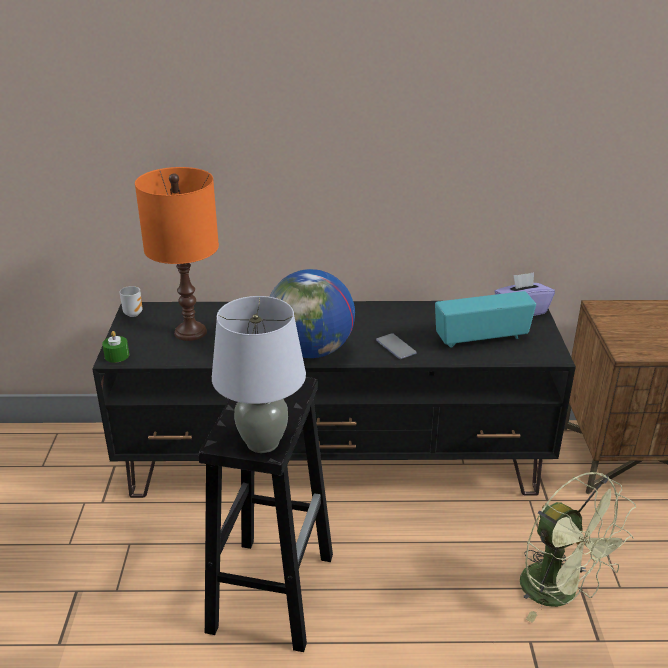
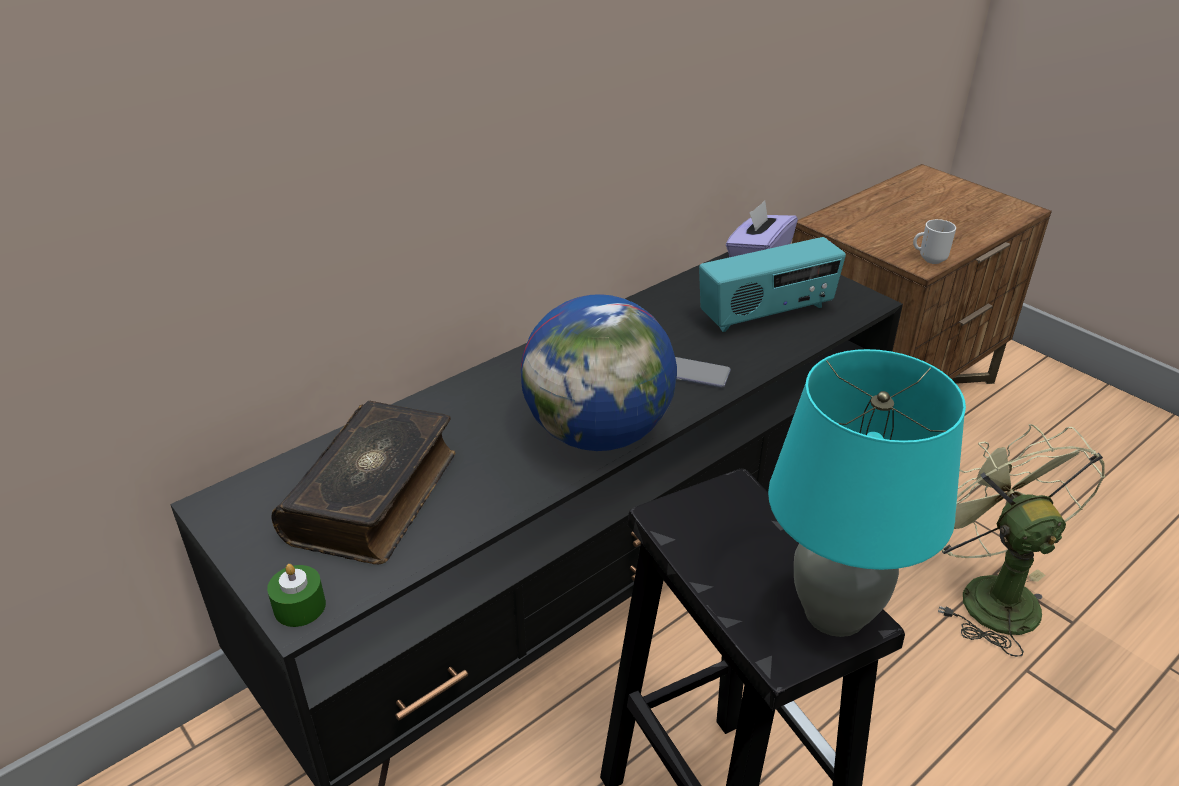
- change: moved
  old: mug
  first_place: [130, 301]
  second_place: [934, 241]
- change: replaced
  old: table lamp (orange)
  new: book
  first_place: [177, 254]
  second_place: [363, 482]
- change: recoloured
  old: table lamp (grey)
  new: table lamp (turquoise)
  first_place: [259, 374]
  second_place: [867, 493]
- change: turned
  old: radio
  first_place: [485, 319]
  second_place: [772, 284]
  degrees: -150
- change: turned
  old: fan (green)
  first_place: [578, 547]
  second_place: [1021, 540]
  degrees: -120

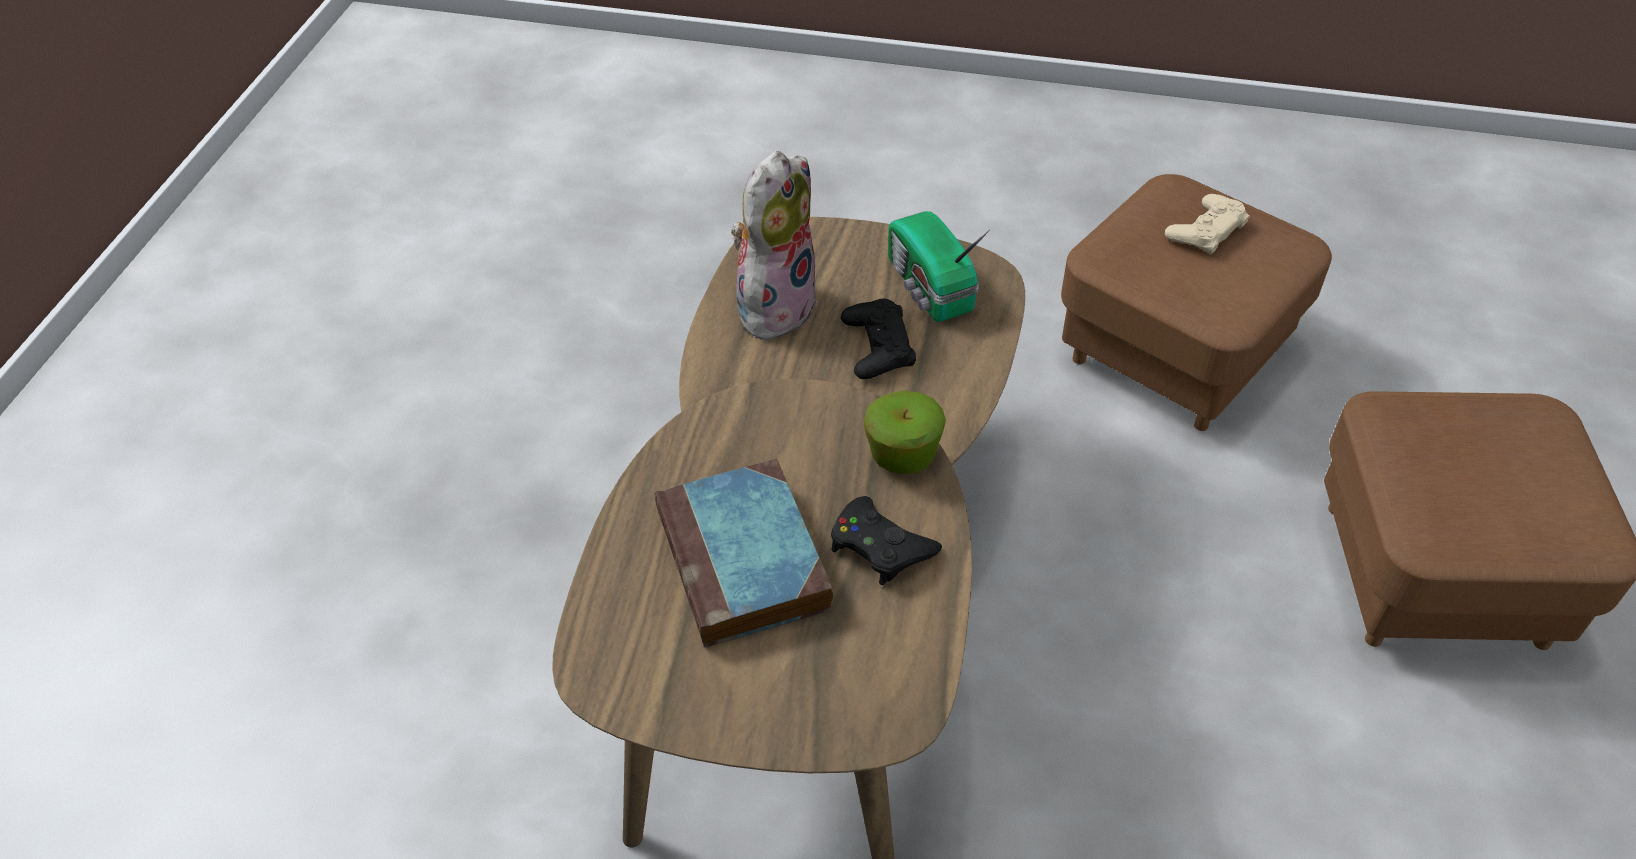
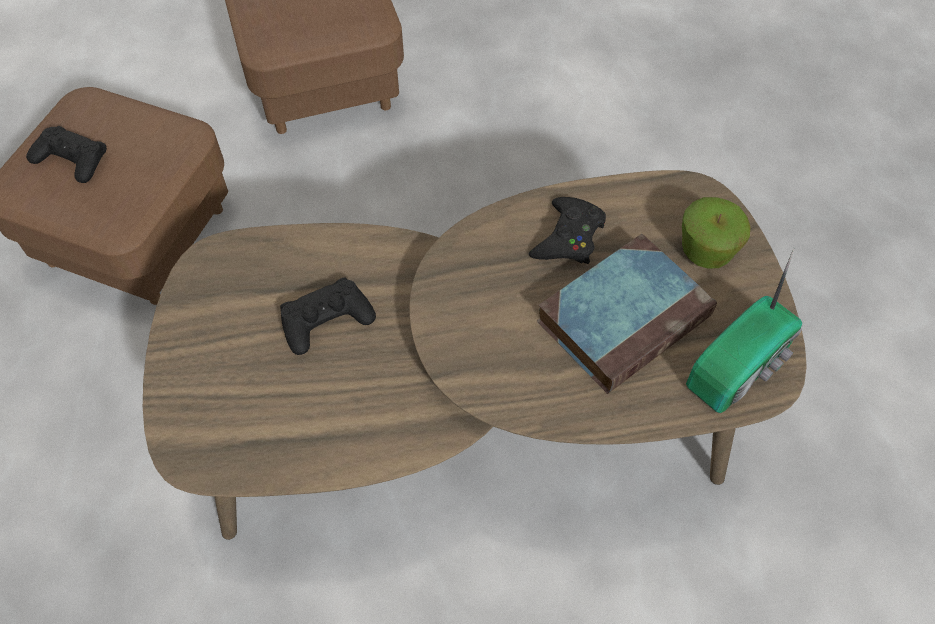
- change: removed
  old: plush toy
  first_place: [775, 246]
- change: moved
  old: apple
  first_place: [905, 432]
  second_place: [716, 233]
- change: moved
  old: radio
  first_place: [939, 266]
  second_place: [744, 330]
- change: recoloured
  old: game controller (beige)
  new: game controller (black)
  first_place: [1207, 224]
  second_place: [66, 154]

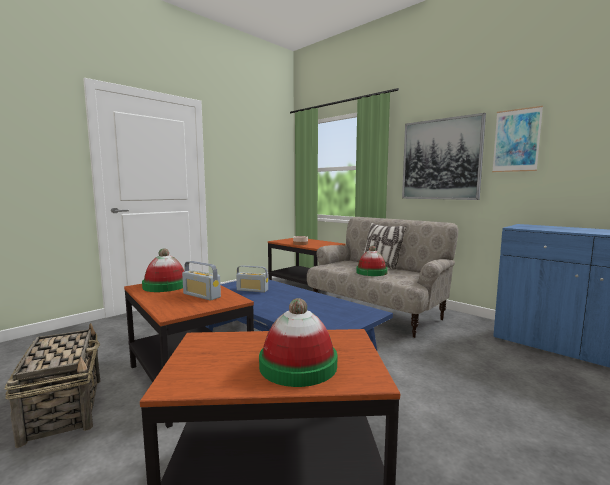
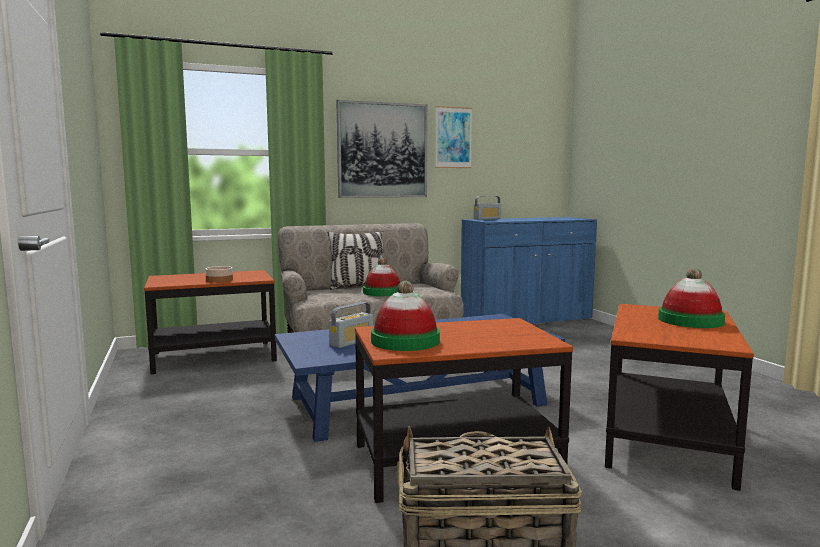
- change: moved
  old: radio
  first_place: [201, 281]
  second_place: [487, 208]

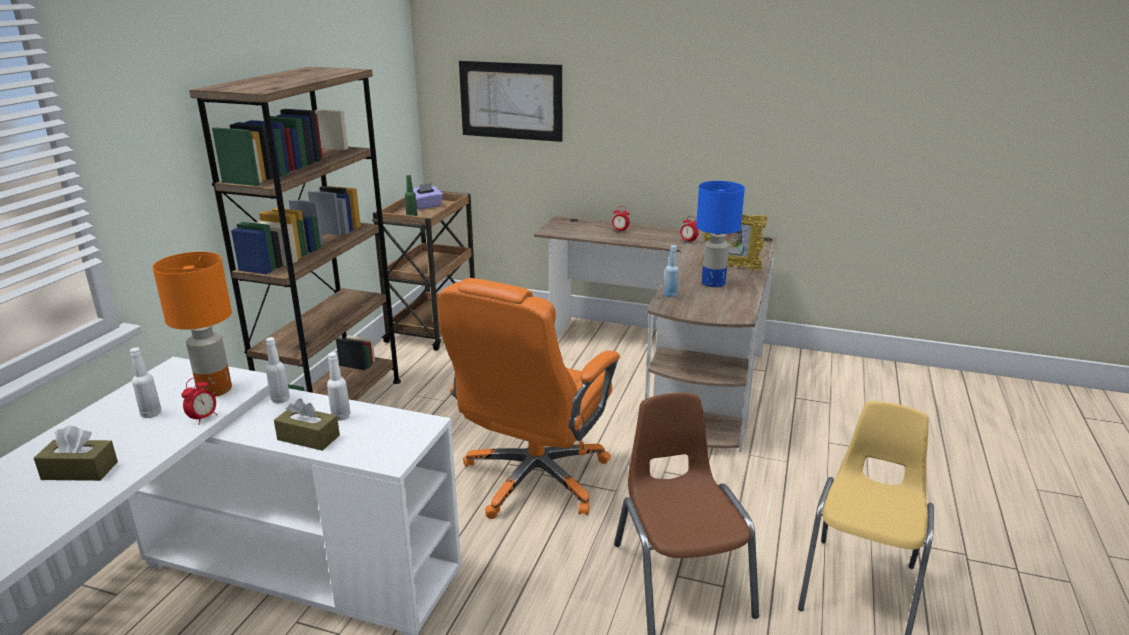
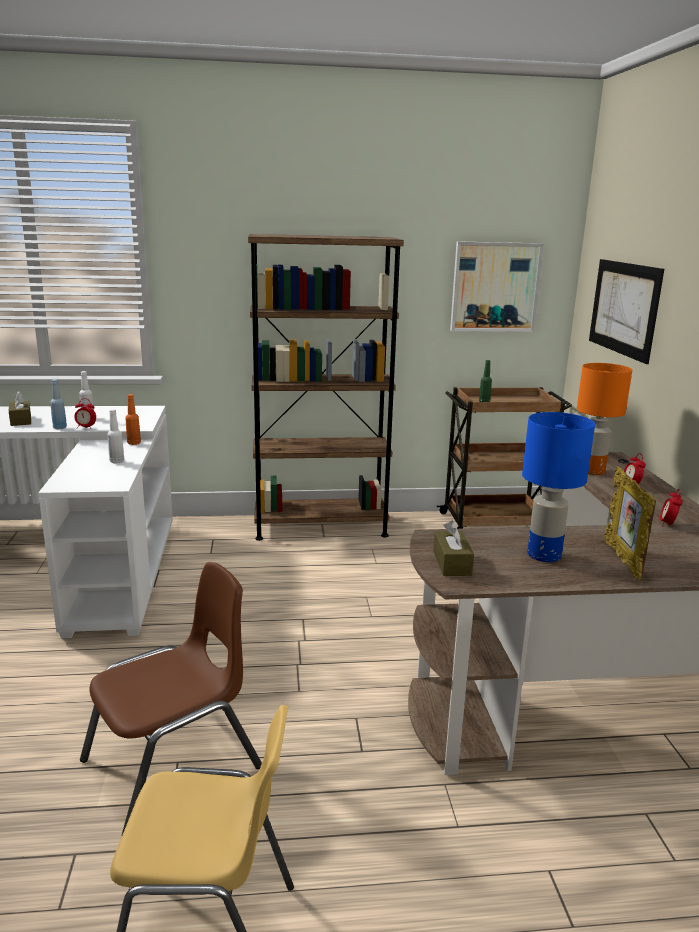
- change: removed
  old: tissue box (purple)
  first_place: [428, 196]
- change: removed
  old: office chair (orange)
  first_place: [529, 398]
- change: added
  new: picture
  second_place: [497, 286]
- change: moved
  old: table lamp (orange)
  first_place: [192, 324]
  second_place: [604, 419]
- change: moved
  old: tissue box (brown)
  first_place: [307, 424]
  second_place: [453, 548]
- change: moved
  old: bottle (blue)
  first_place: [671, 271]
  second_place: [58, 404]
- change: recoloured
  old: bottle (white)
  new: bottle (orange)
  first_place: [278, 370]
  second_place: [133, 419]

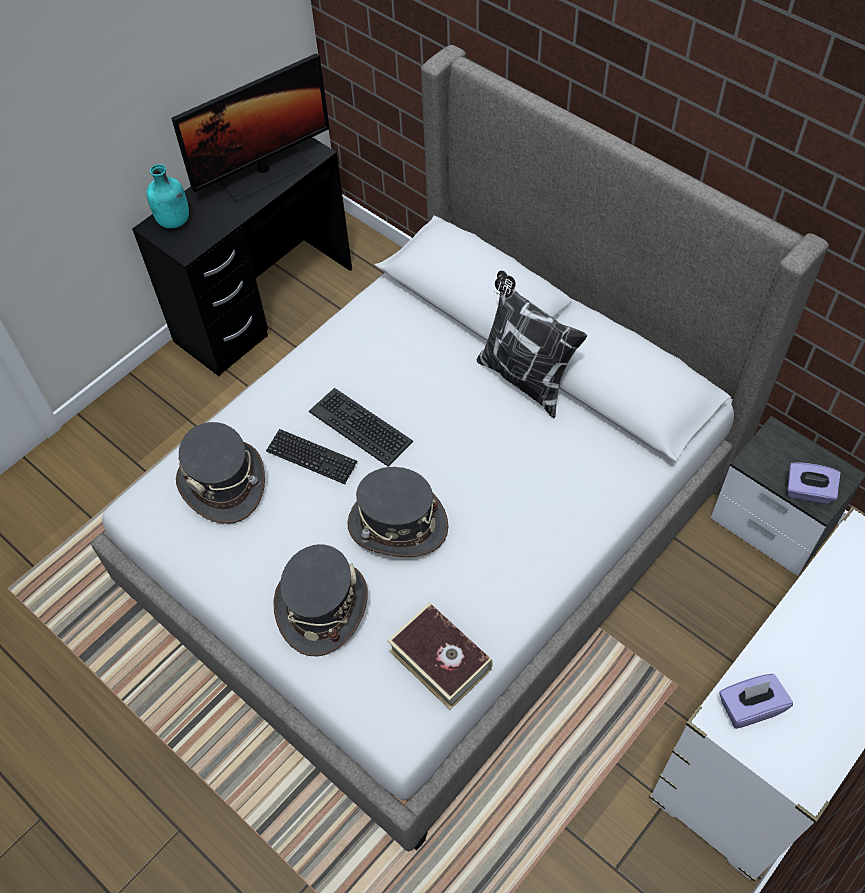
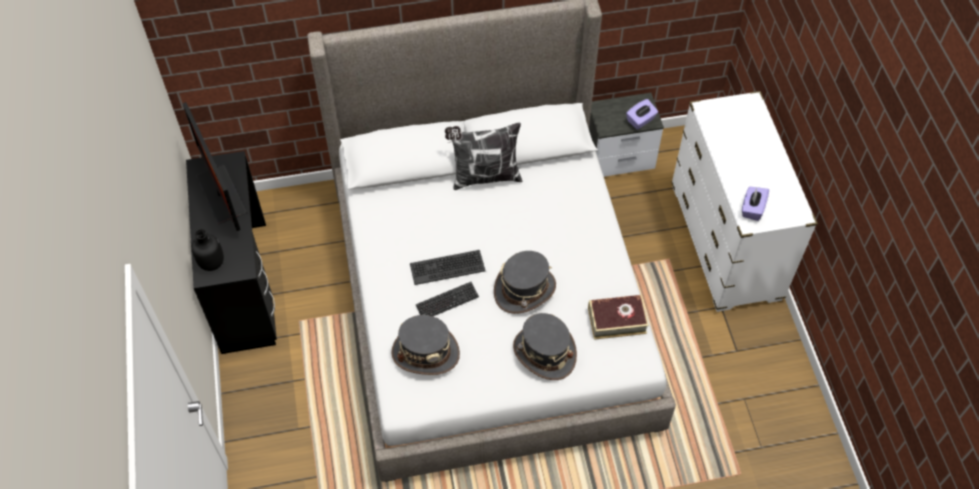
- change: recoloured
  old: bottle (turquoise)
  new: bottle (black)
  first_place: [168, 196]
  second_place: [207, 250]
- change: turned
  old: monitor
  first_place: [250, 127]
  second_place: [214, 166]
  degrees: 150

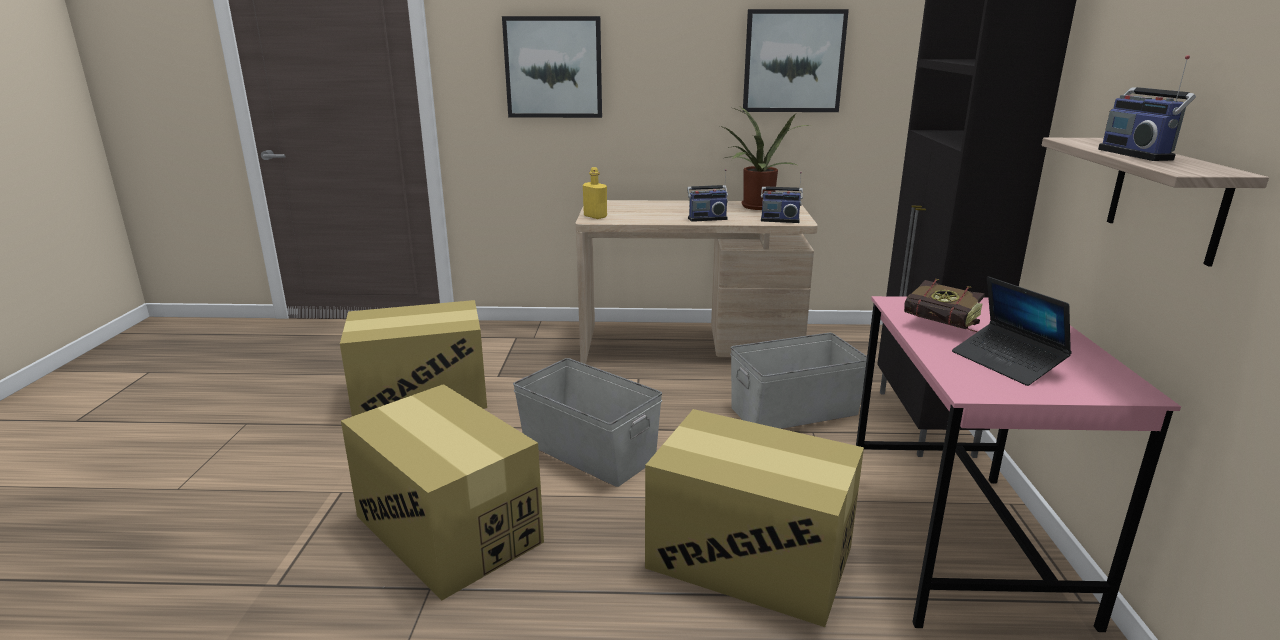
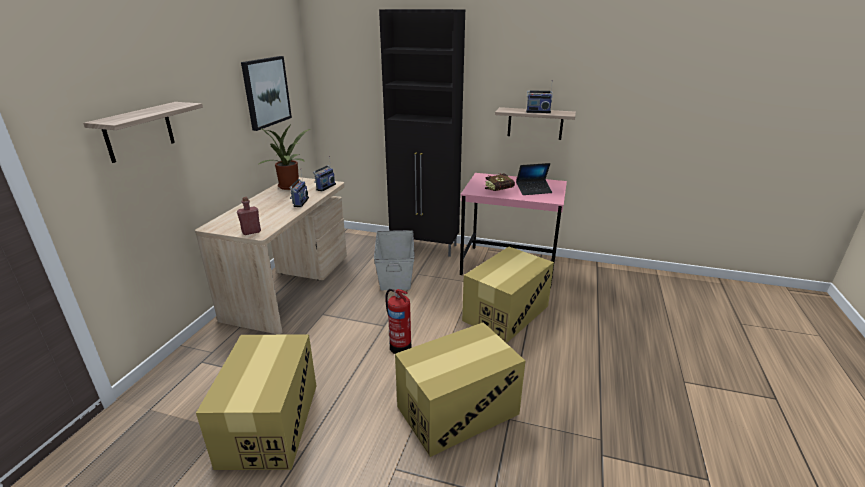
- change: replaced
  old: picture
  new: shelf
  first_place: [552, 67]
  second_place: [143, 132]
- change: replaced
  old: storage box (grey)
  new: fire extinguisher
  first_place: [587, 422]
  second_place: [398, 321]
- change: recoloured
  old: bottle (yellow)
  new: bottle (red)
  first_place: [595, 193]
  second_place: [249, 216]

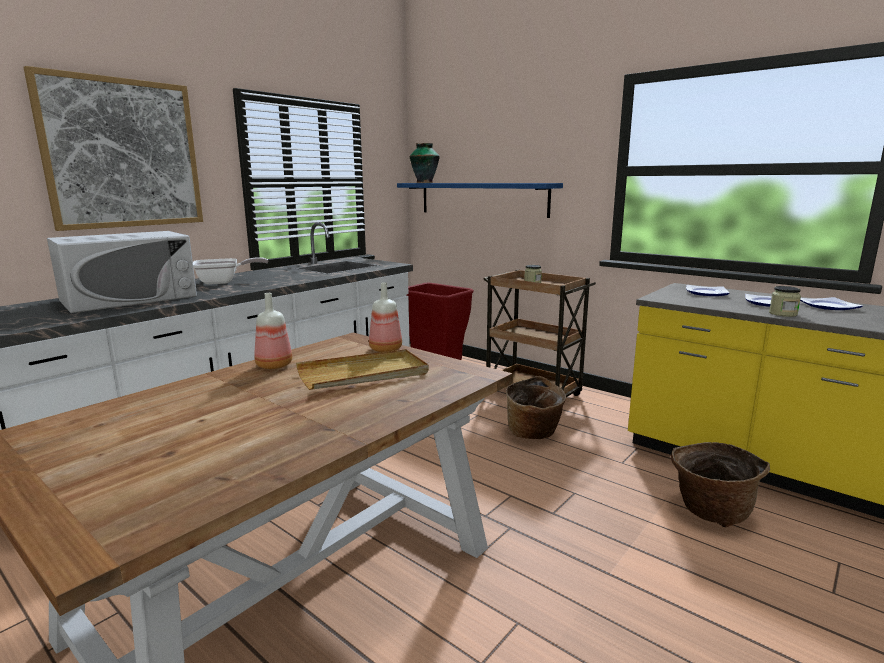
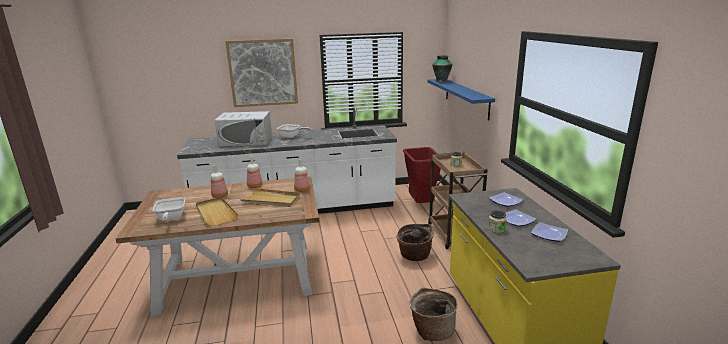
- change: added
  new: frying pan
  second_place: [168, 209]
- change: added
  new: tray (beige)
  second_place: [217, 211]
- change: added
  new: bottle
  second_place: [219, 181]

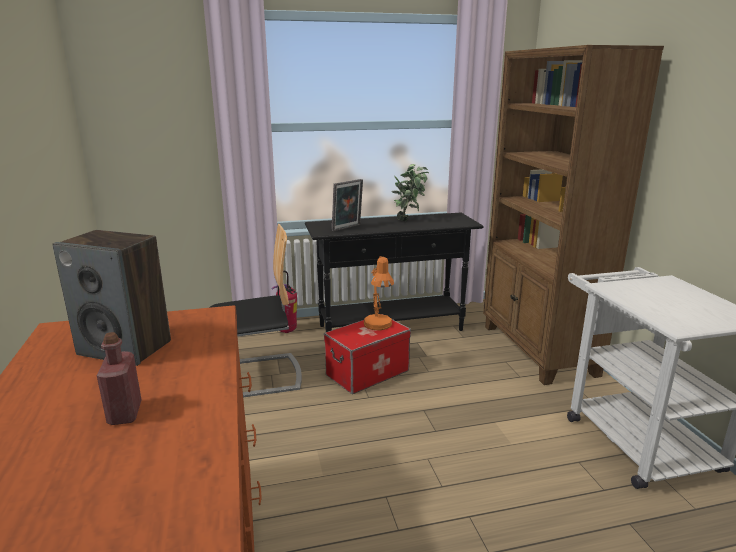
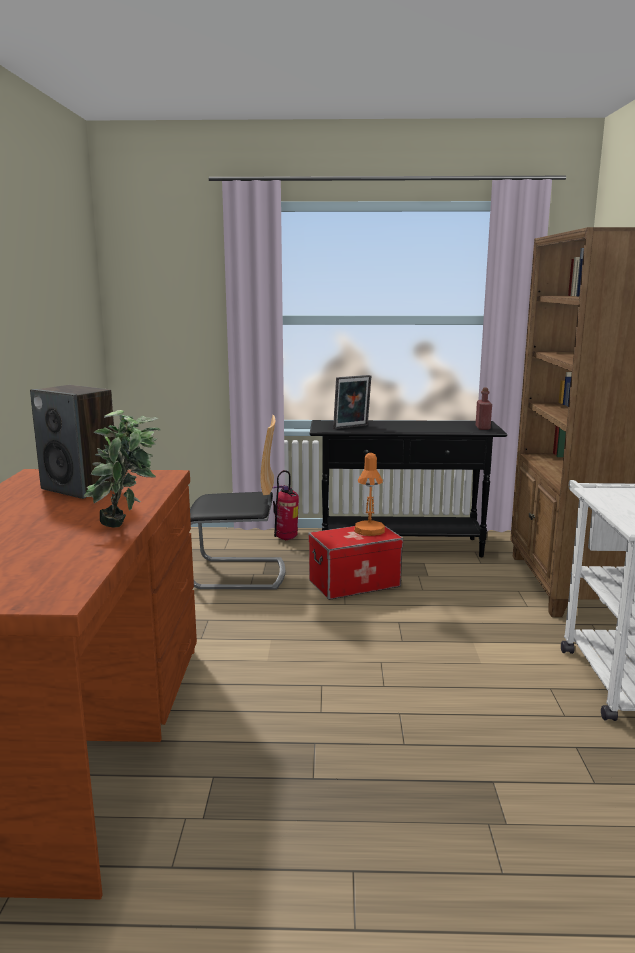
- change: moved
  old: bottle (red)
  first_place: [119, 378]
  second_place: [484, 409]
- change: moved
  old: potted plant
  first_place: [410, 192]
  second_place: [122, 469]

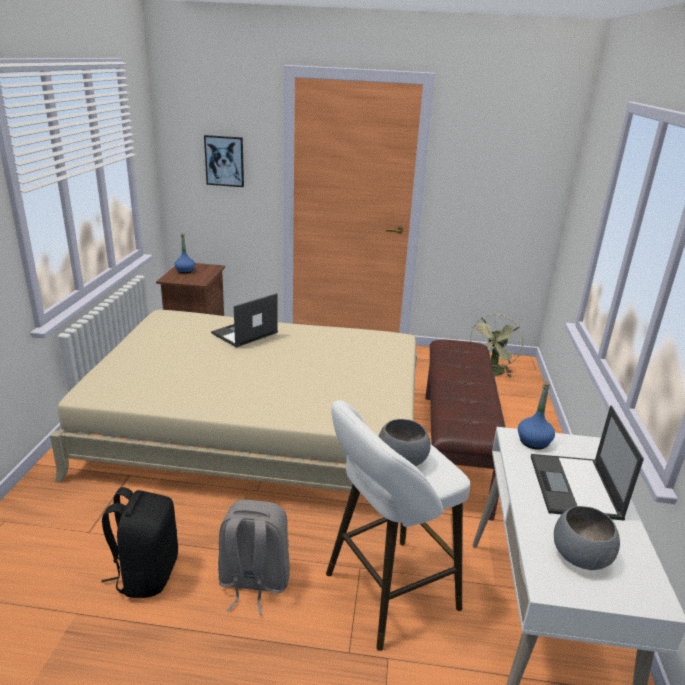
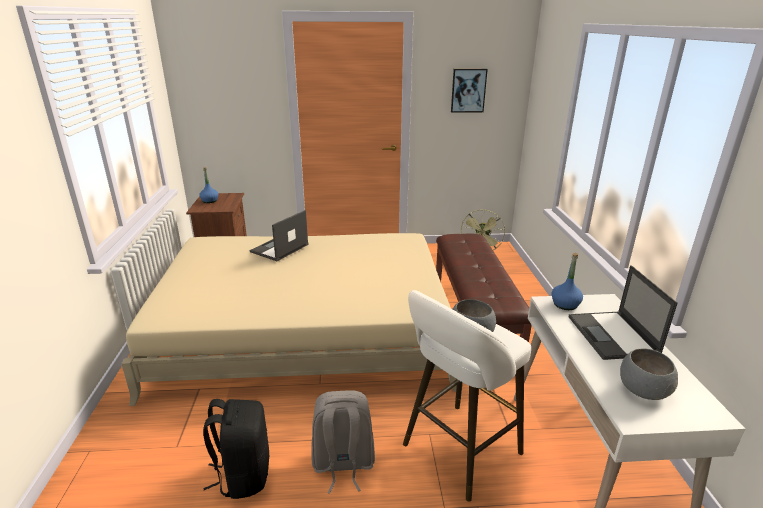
- change: moved
  old: picture
  first_place: [224, 161]
  second_place: [469, 91]

